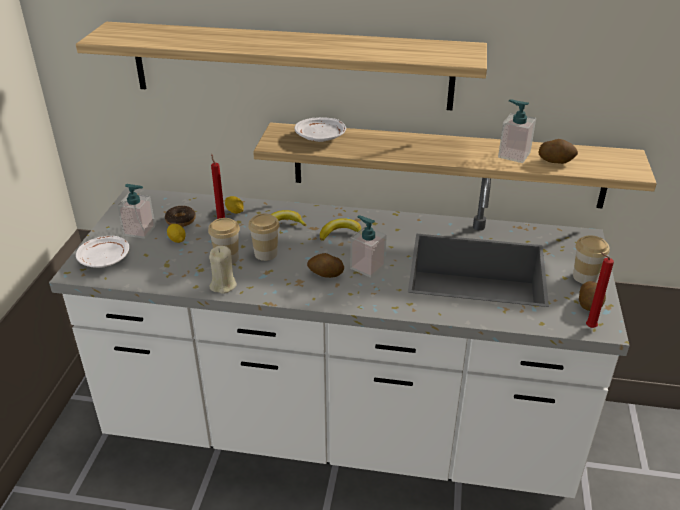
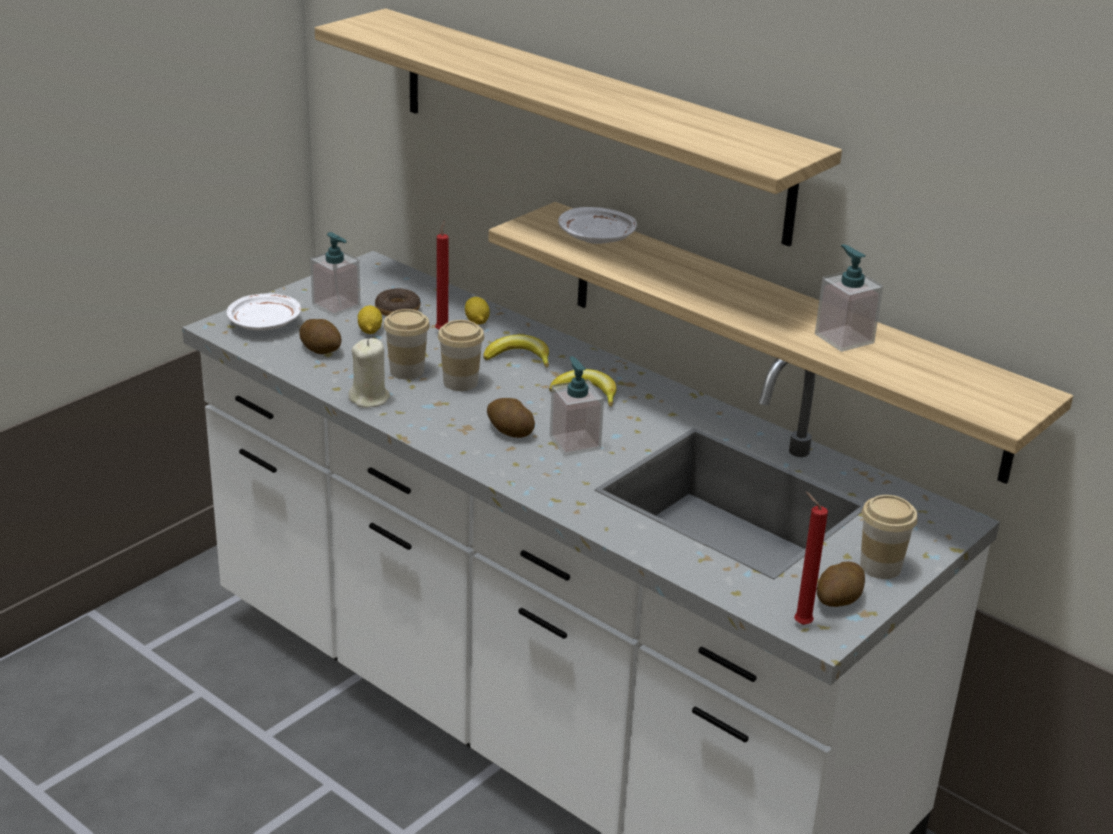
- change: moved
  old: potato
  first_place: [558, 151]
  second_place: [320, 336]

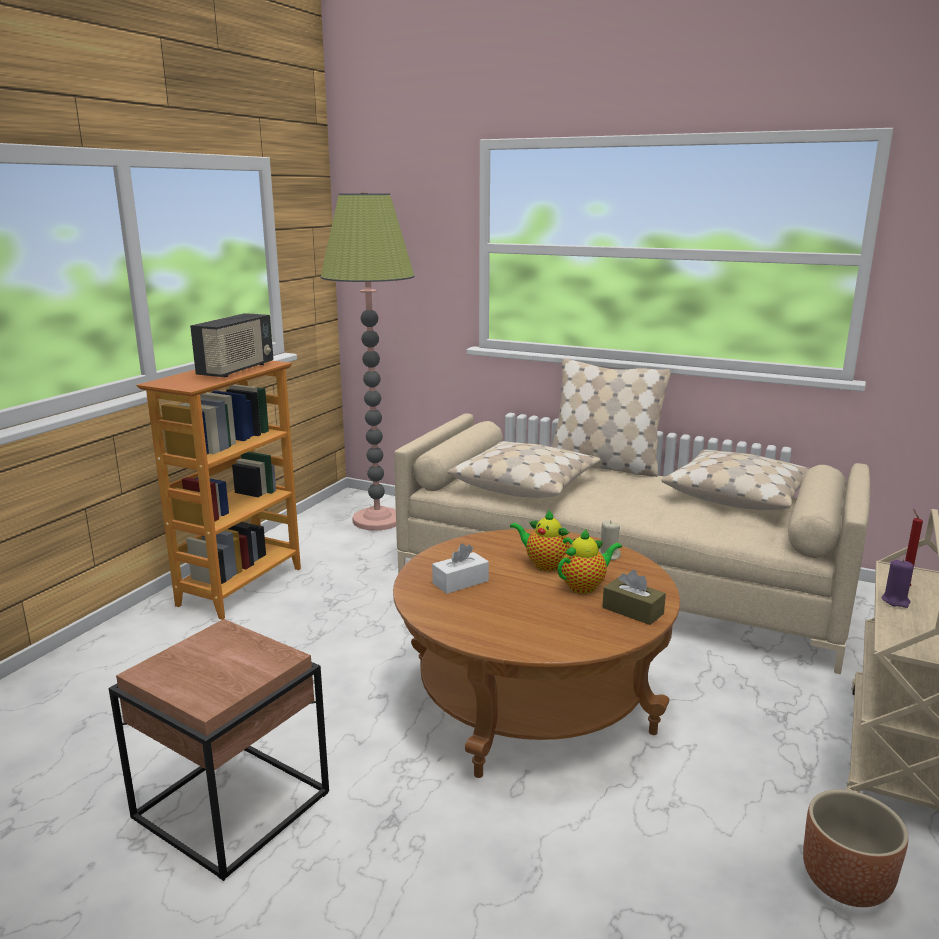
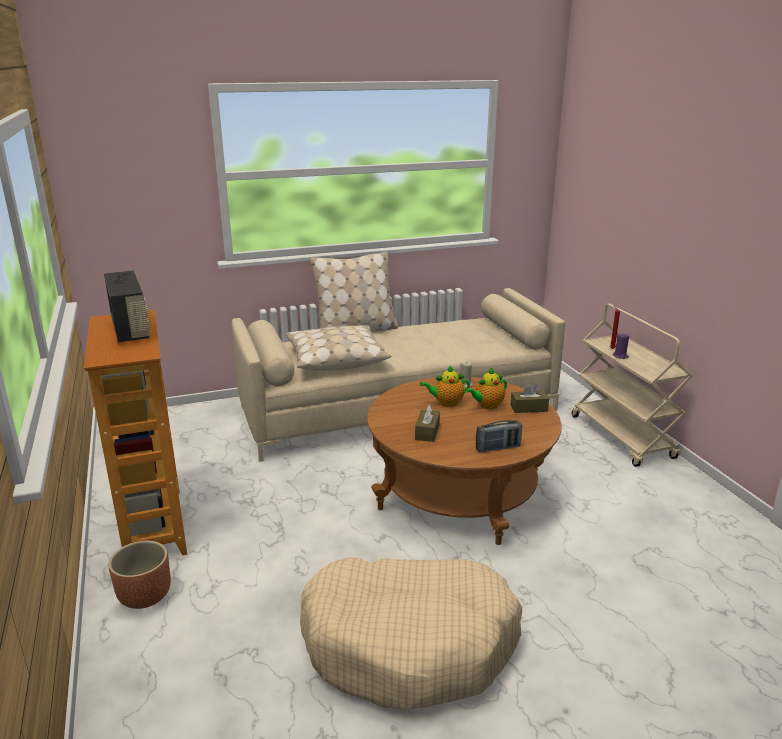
- change: removed
  old: floor lamp
  first_place: [367, 361]
- change: removed
  old: pillow (beige)
  first_place: [735, 479]
- change: added
  new: radio
  second_place: [499, 436]
- change: moved
  old: planter (brown)
  first_place: [855, 848]
  second_place: [140, 575]
- change: replaced
  old: side table (brown)
  new: dog bed (beige)
  first_place: [219, 750]
  second_place: [411, 633]
- change: recoloured
  old: tissue box (white)
  new: tissue box (brown)
  first_place: [460, 568]
  second_place: [427, 423]
- change: turned
  old: teapot
  first_place: [590, 561]
  second_place: [486, 388]
  degrees: -135

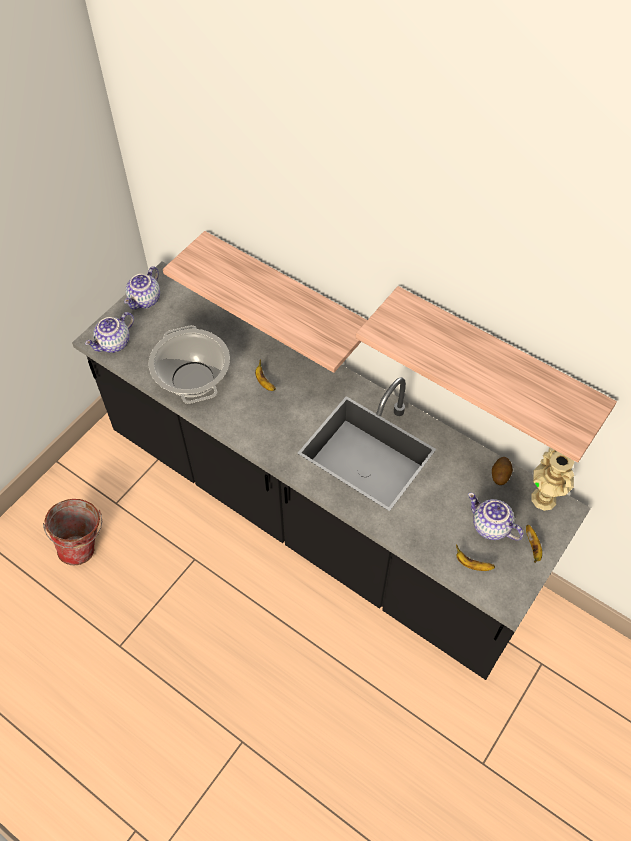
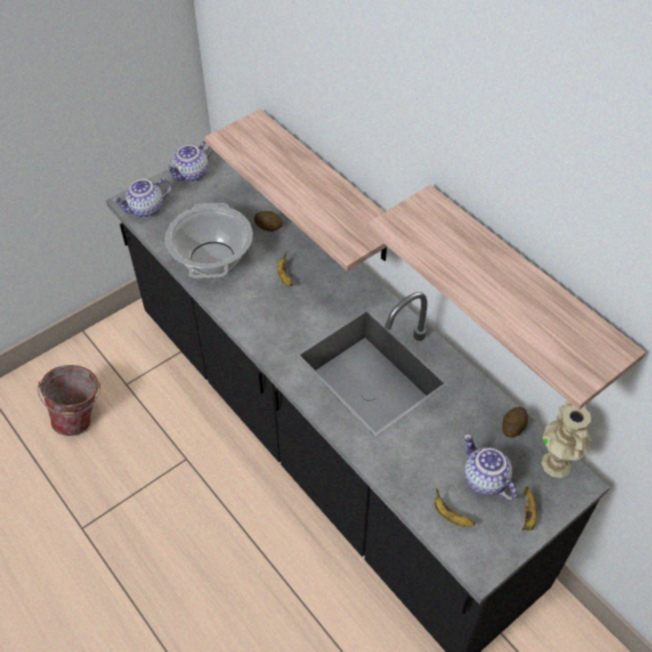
- change: added
  new: potato
  second_place: [268, 221]

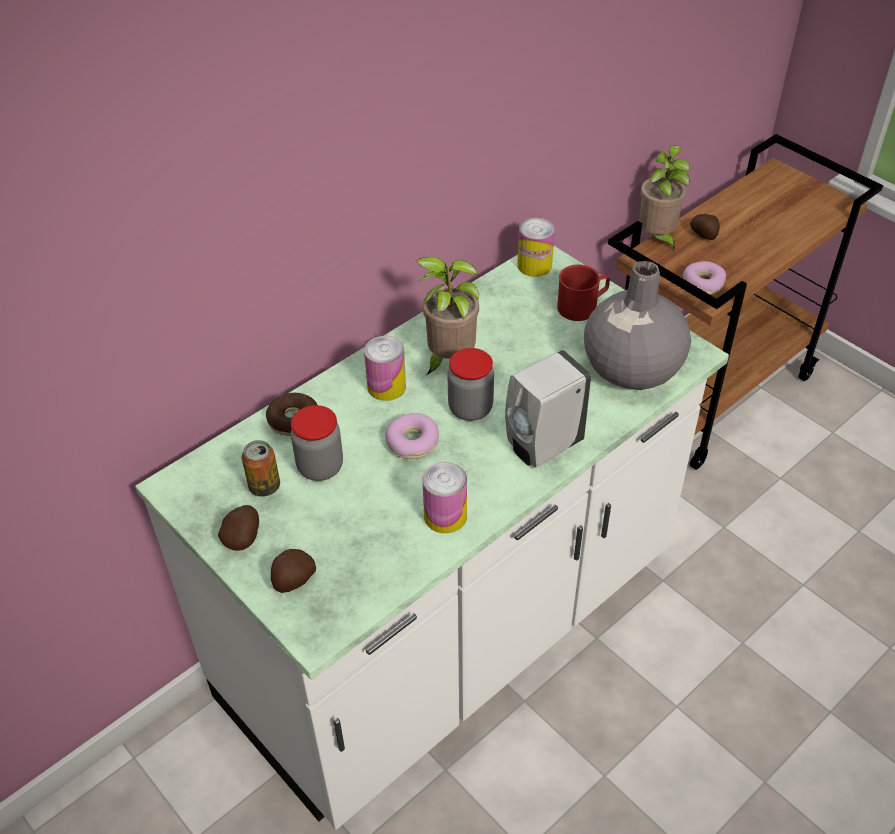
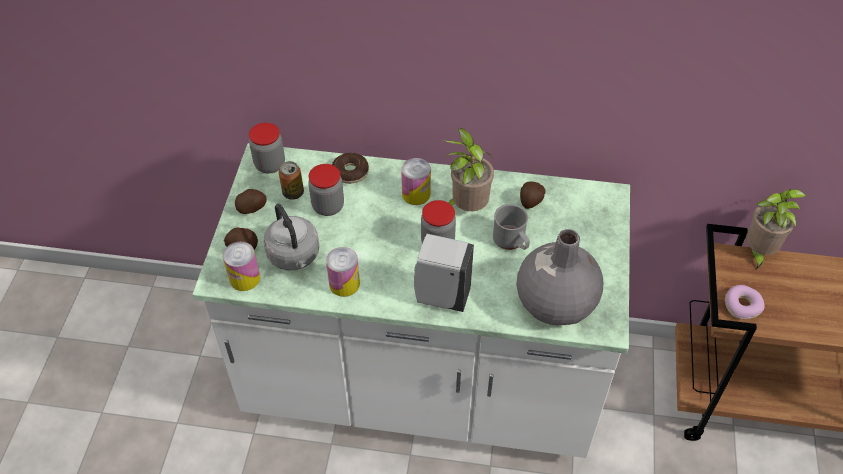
- change: removed
  old: donut
  first_place: [412, 436]
- change: removed
  old: mug (red)
  first_place: [583, 293]
- change: added
  new: jar
  second_place: [267, 148]
- change: added
  new: kettle (grey)
  second_place: [291, 237]
- change: added
  new: mug (grey)
  second_place: [511, 227]
- change: moved
  old: can
  first_place: [536, 247]
  second_place: [241, 266]
- change: moved
  old: potato
  first_place: [705, 227]
  second_place: [533, 195]

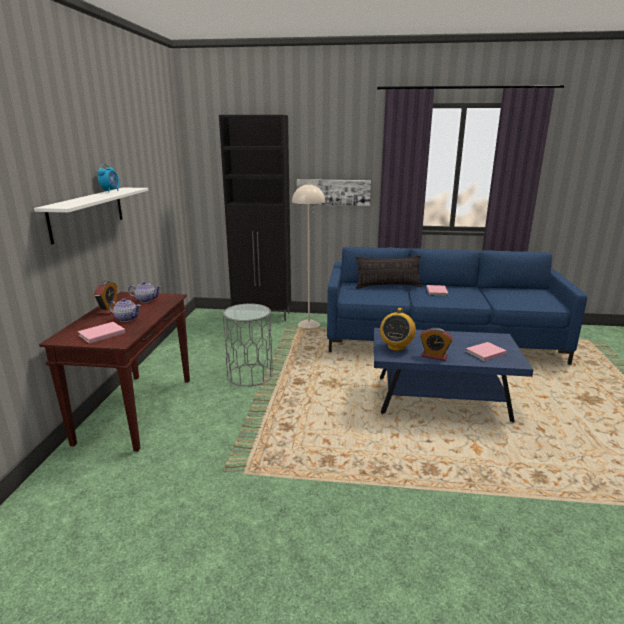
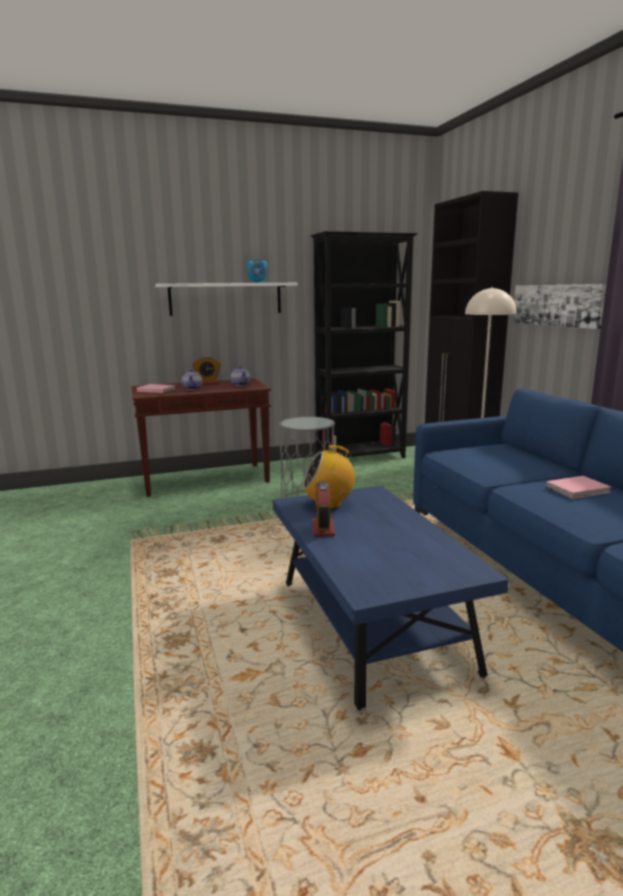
- change: removed
  old: pillow
  first_place: [389, 272]
- change: removed
  old: book (pink)
  first_place: [485, 351]
- change: added
  new: bookcase (black)
  second_place: [364, 344]

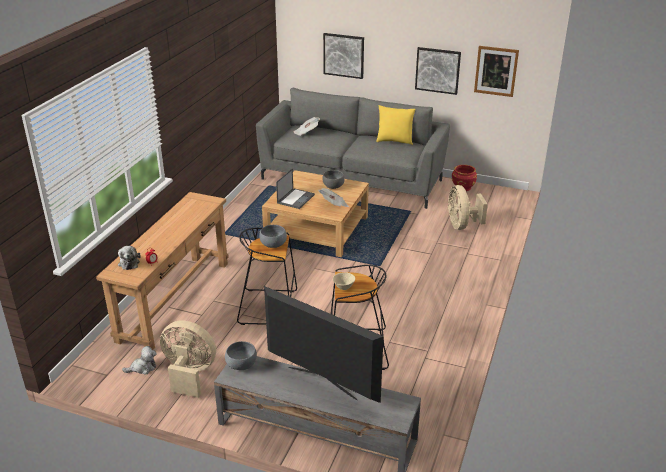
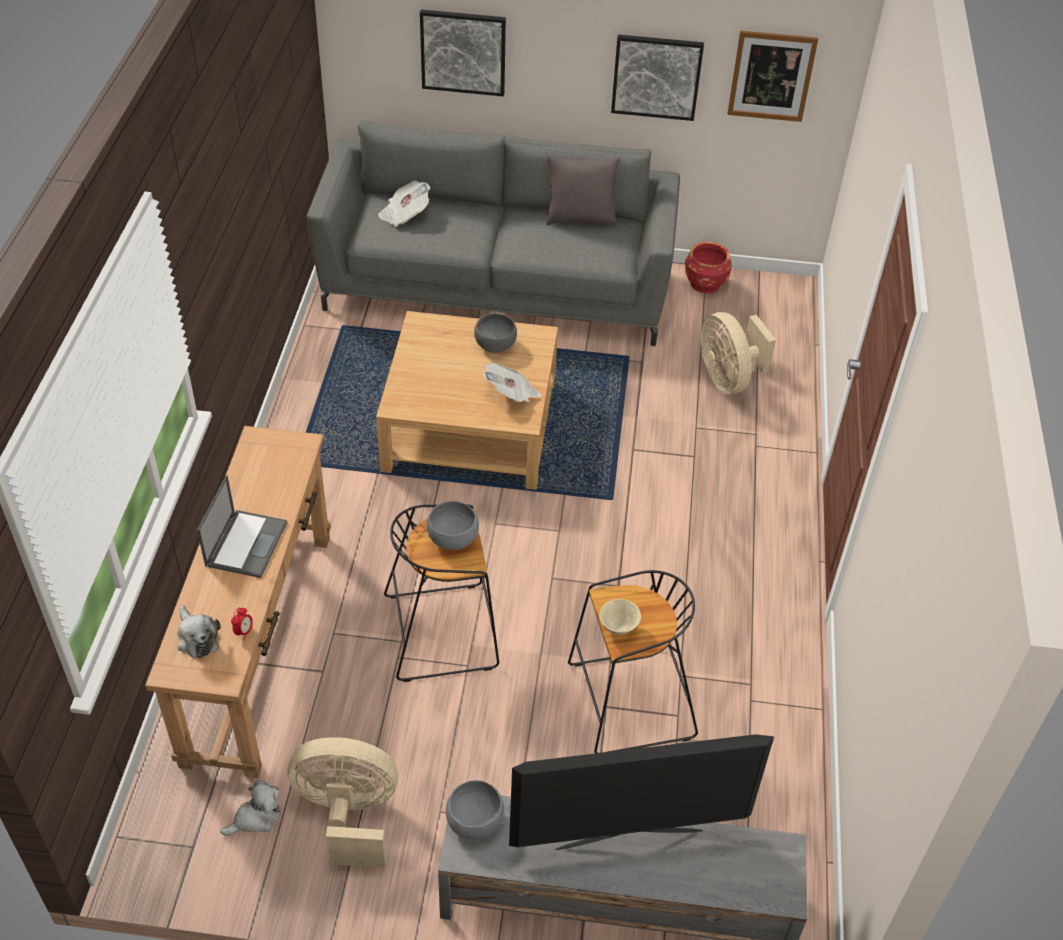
- change: moved
  old: laptop
  first_place: [295, 189]
  second_place: [242, 526]
- change: recoloured
  old: pillow (yellow)
  new: pillow (grey)
  first_place: [396, 125]
  second_place: [583, 190]
- change: turned
  old: television
  first_place: [324, 344]
  second_place: [641, 792]
  degrees: 150

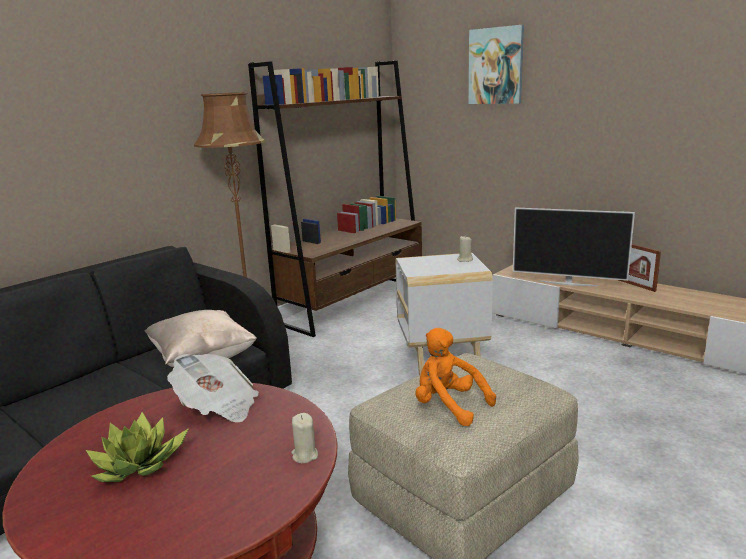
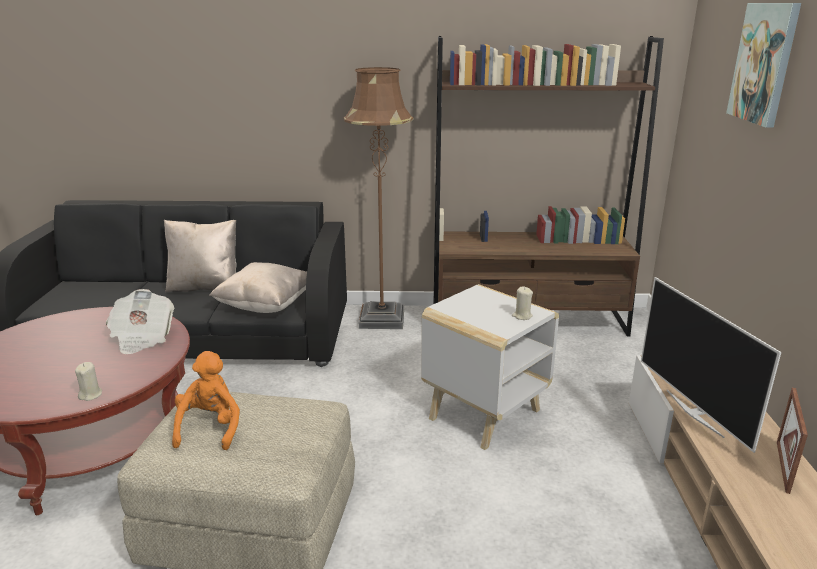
- change: removed
  old: potted plant
  first_place: [137, 447]
- change: added
  new: pillow (beige)
  second_place: [200, 256]

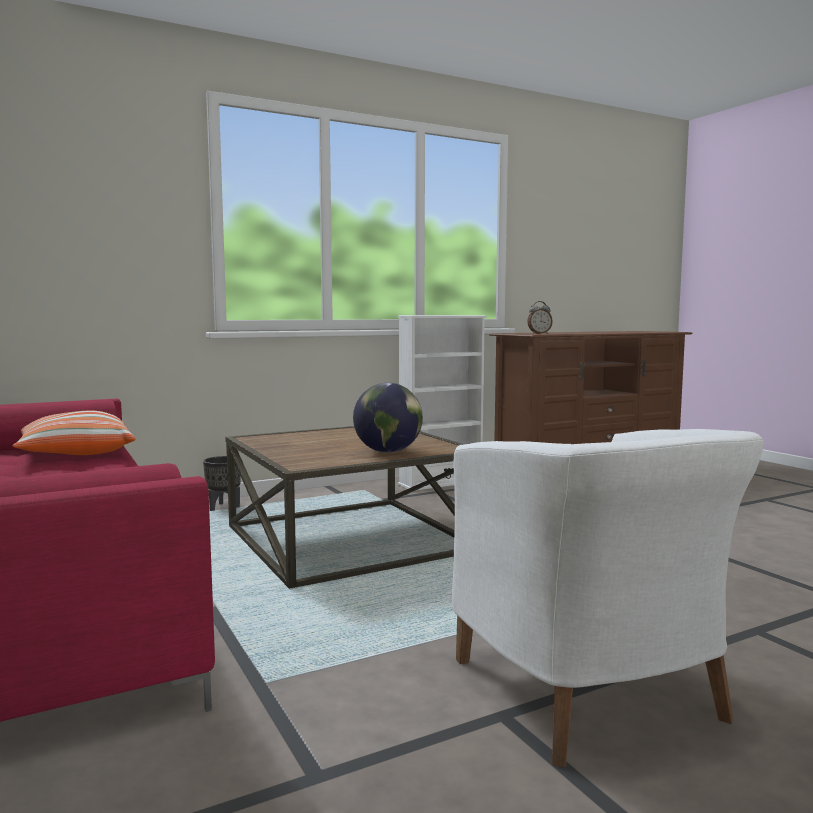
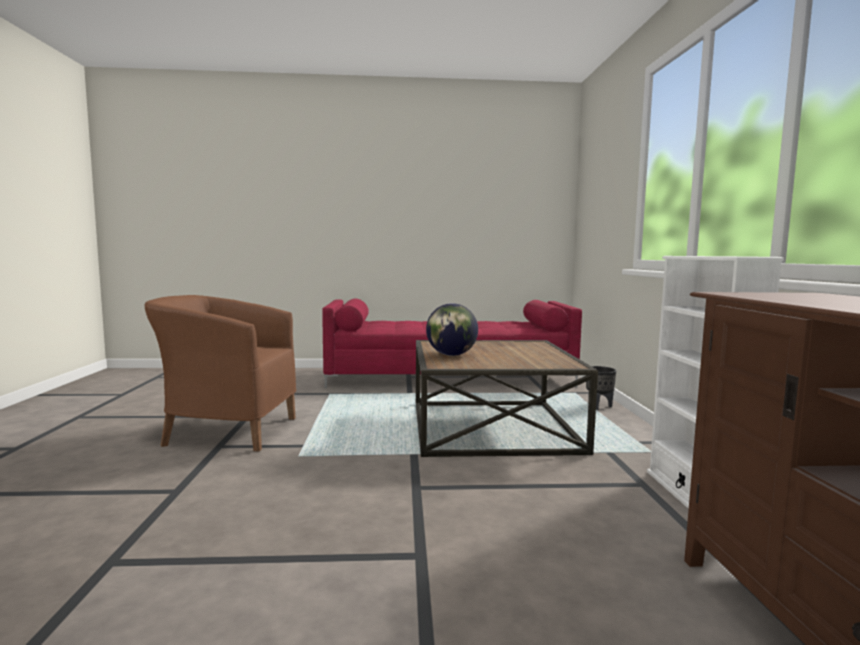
- change: removed
  old: pillow
  first_place: [74, 432]
- change: removed
  old: alarm clock
  first_place: [540, 317]
- change: recoloured
  old: armchair (white)
  new: armchair (brown)
  first_place: [607, 598]
  second_place: [220, 373]

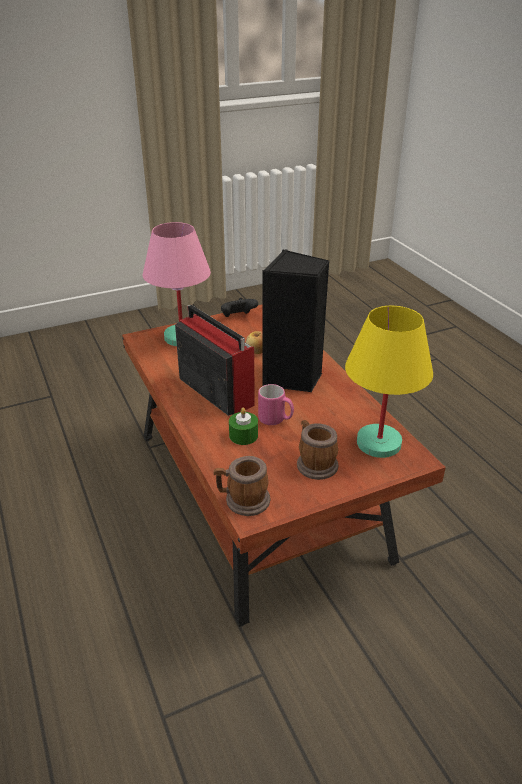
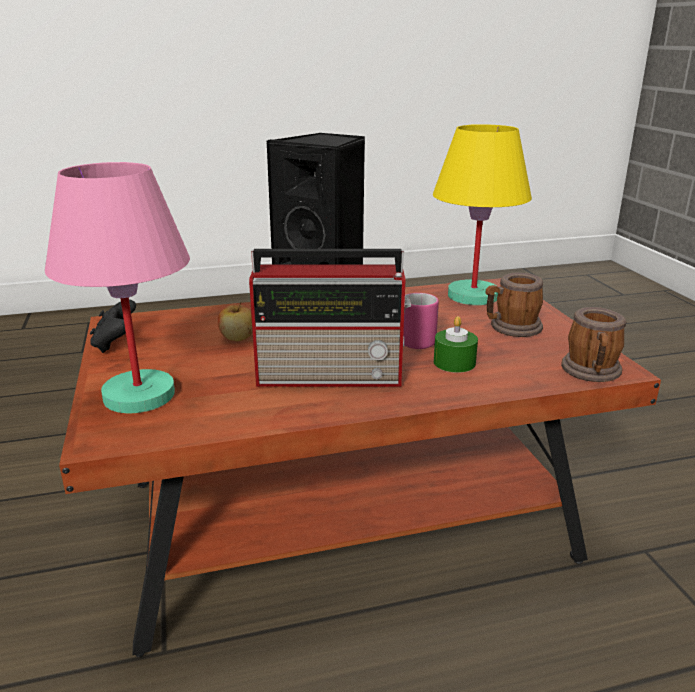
- change: turned
  old: radio
  first_place: [215, 360]
  second_place: [330, 318]
  degrees: -150

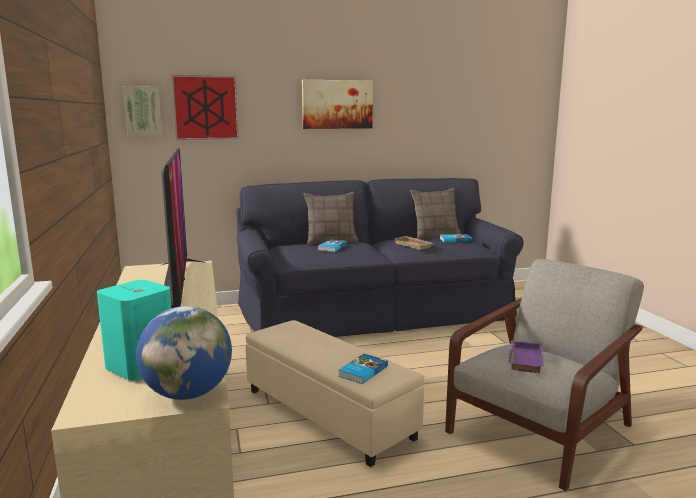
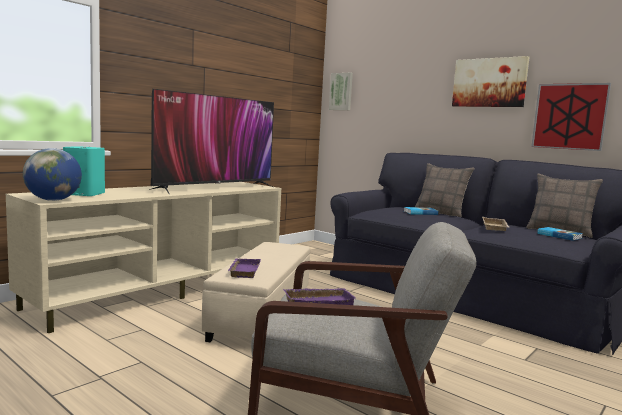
- change: moved
  old: picture
  first_place: [205, 107]
  second_place: [571, 117]
- change: replaced
  old: book
  new: tray (purple)
  first_place: [363, 369]
  second_place: [244, 268]

